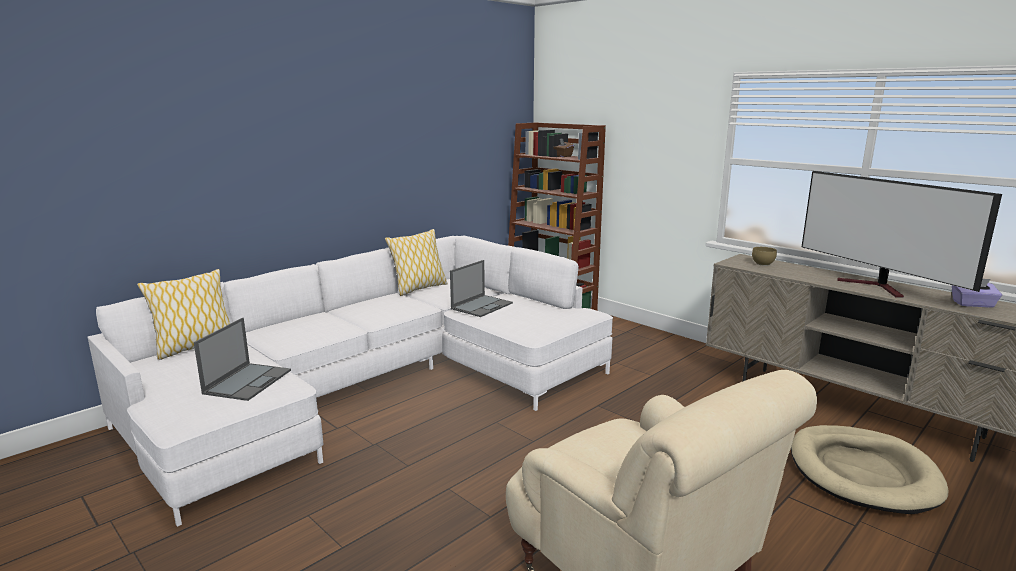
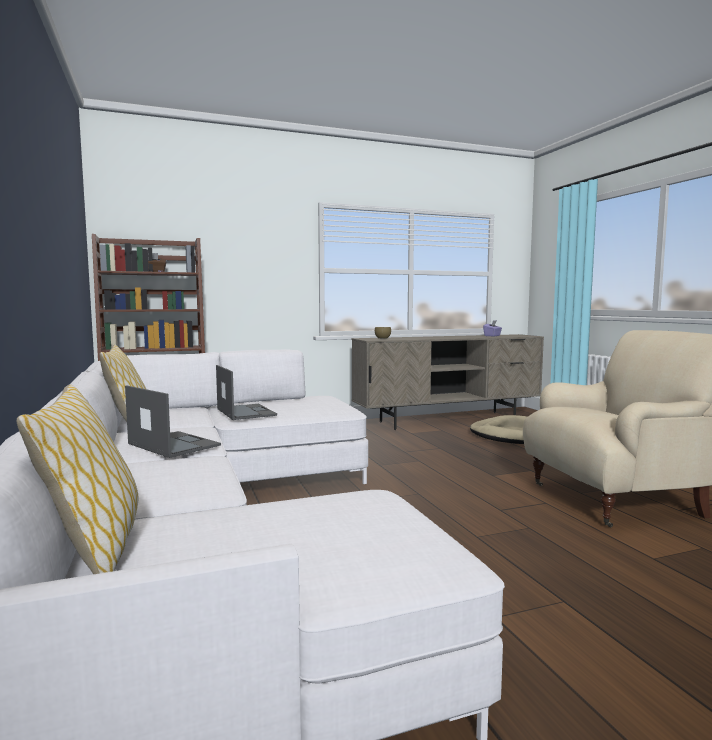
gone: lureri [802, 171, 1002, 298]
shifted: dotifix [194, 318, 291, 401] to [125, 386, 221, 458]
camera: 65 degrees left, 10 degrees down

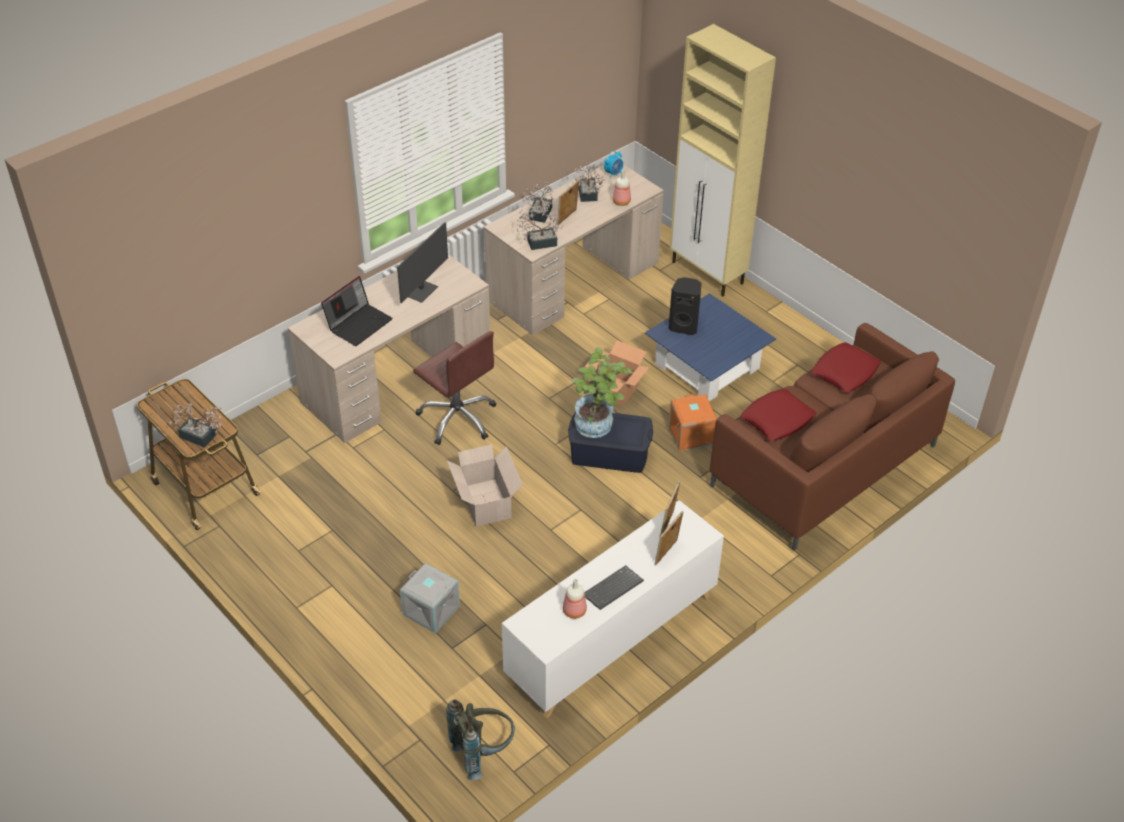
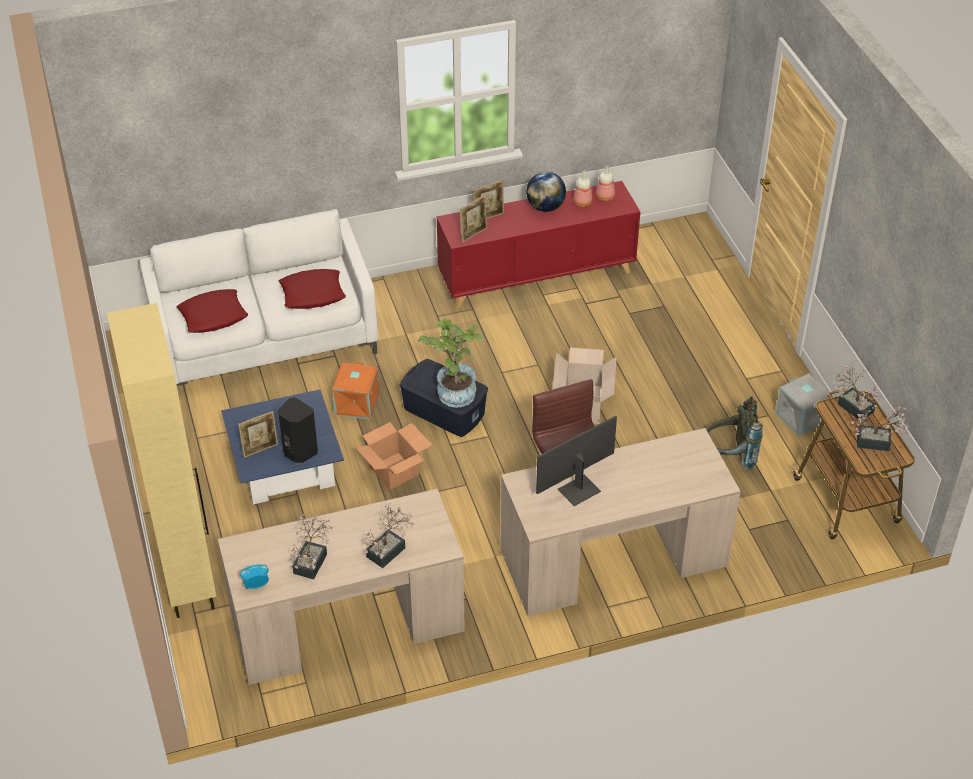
gone: dotifix [321, 276, 393, 346]
shifted: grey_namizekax [400, 563, 460, 634] to [775, 373, 834, 436]; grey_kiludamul [446, 699, 515, 781] to [707, 396, 763, 470]; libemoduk [516, 209, 563, 250] to [851, 406, 909, 451]; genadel [557, 180, 579, 226] to [238, 411, 278, 458]; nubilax [613, 170, 631, 206] to [596, 165, 615, 201]
swapped: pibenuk [584, 565, 644, 610] to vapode [526, 172, 566, 212]
repainted: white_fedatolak [502, 500, 724, 718] to red_fedatolak [437, 181, 640, 308]; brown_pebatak [710, 323, 955, 551] to white_pebatak [140, 209, 378, 386]
camera: 155 degrees left, 0 degrees up

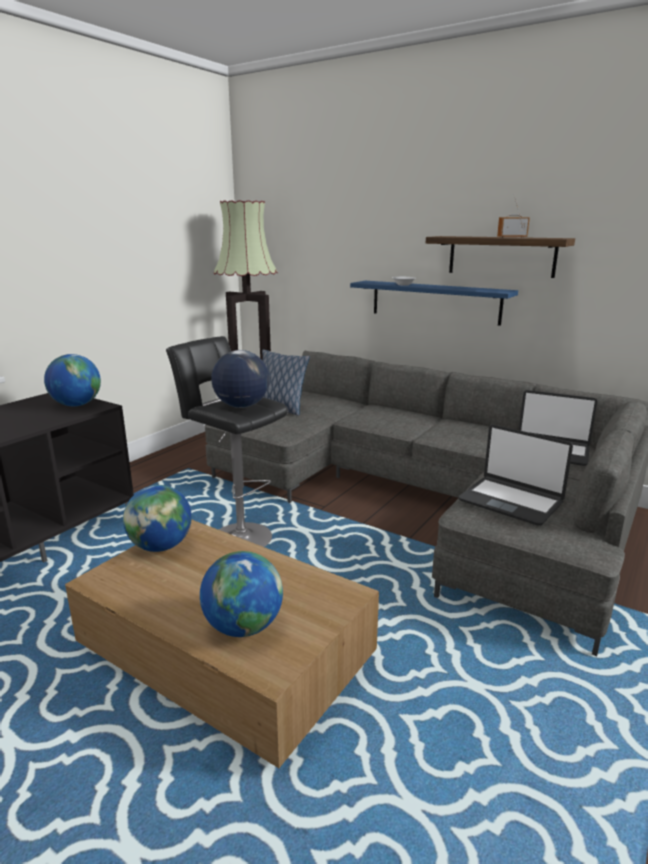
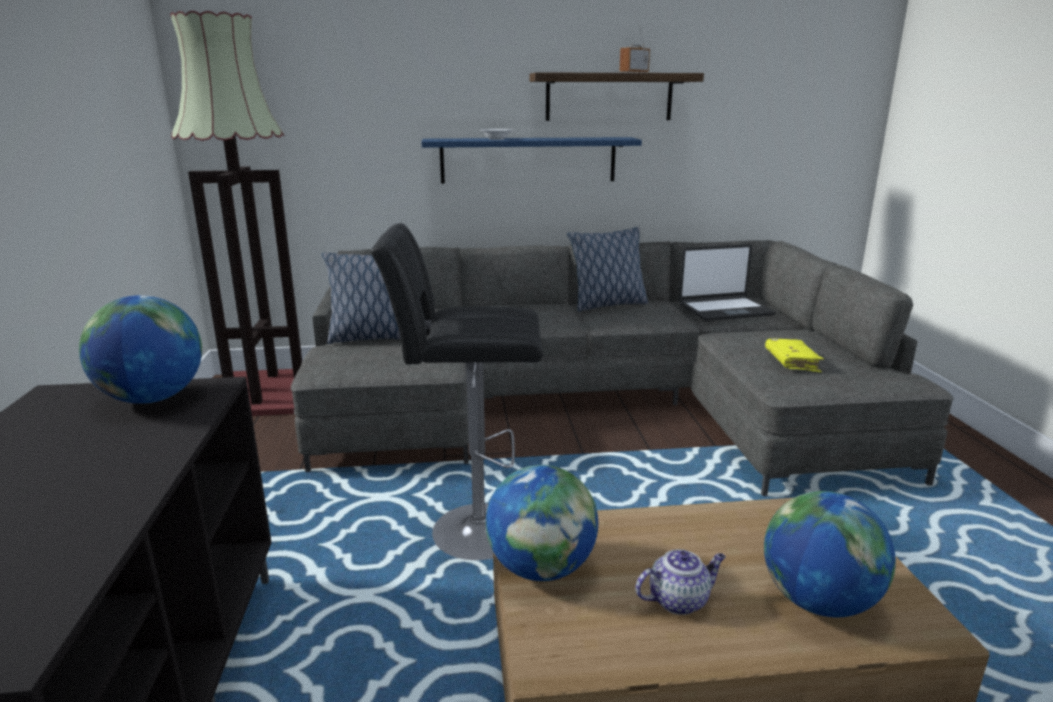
gone: vapode [211, 350, 270, 408]
new: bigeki [567, 227, 648, 312]; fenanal [635, 549, 726, 615]
swapped: dotifix [459, 424, 573, 526] to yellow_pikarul [765, 338, 824, 372]
camera: 40 degrees left, 0 degrees up

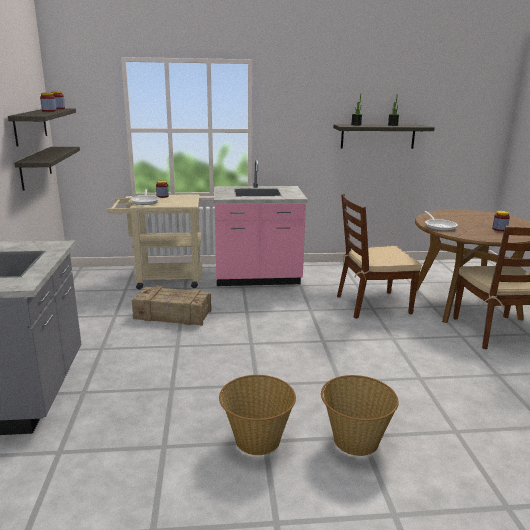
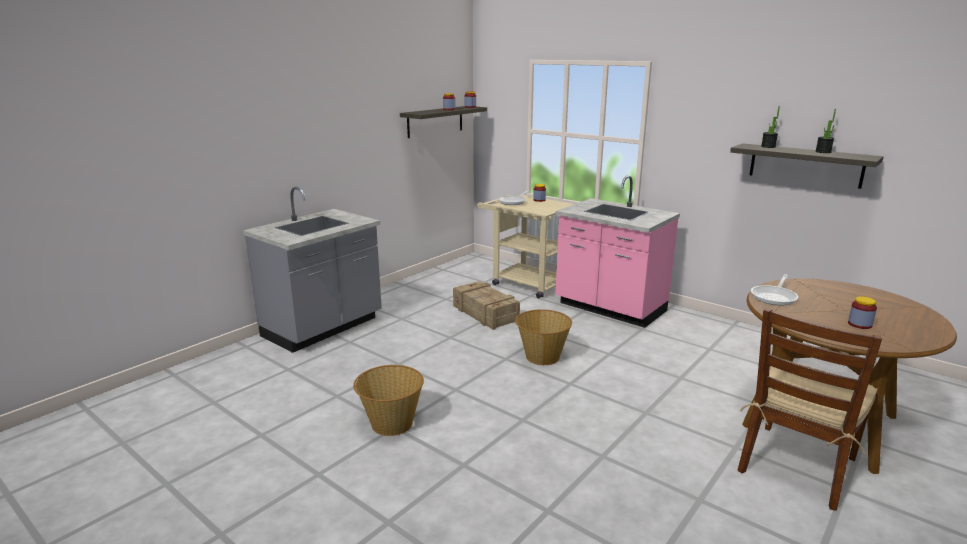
gone: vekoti [14, 147, 80, 190]; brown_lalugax [337, 194, 422, 319]
shifted: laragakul [321, 375, 399, 456] to [515, 309, 572, 365]
camera: 45 degrees right, 0 degrees up

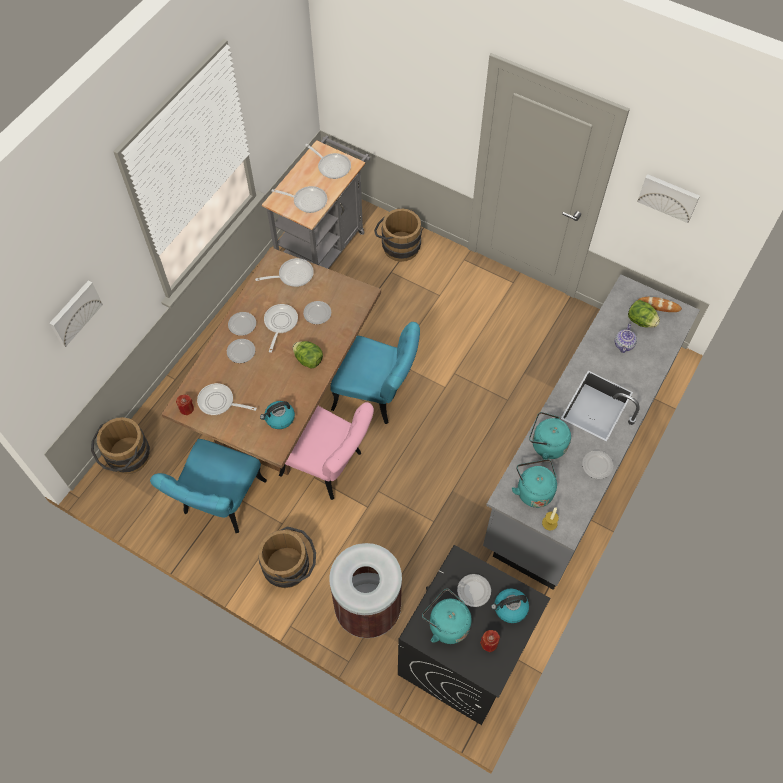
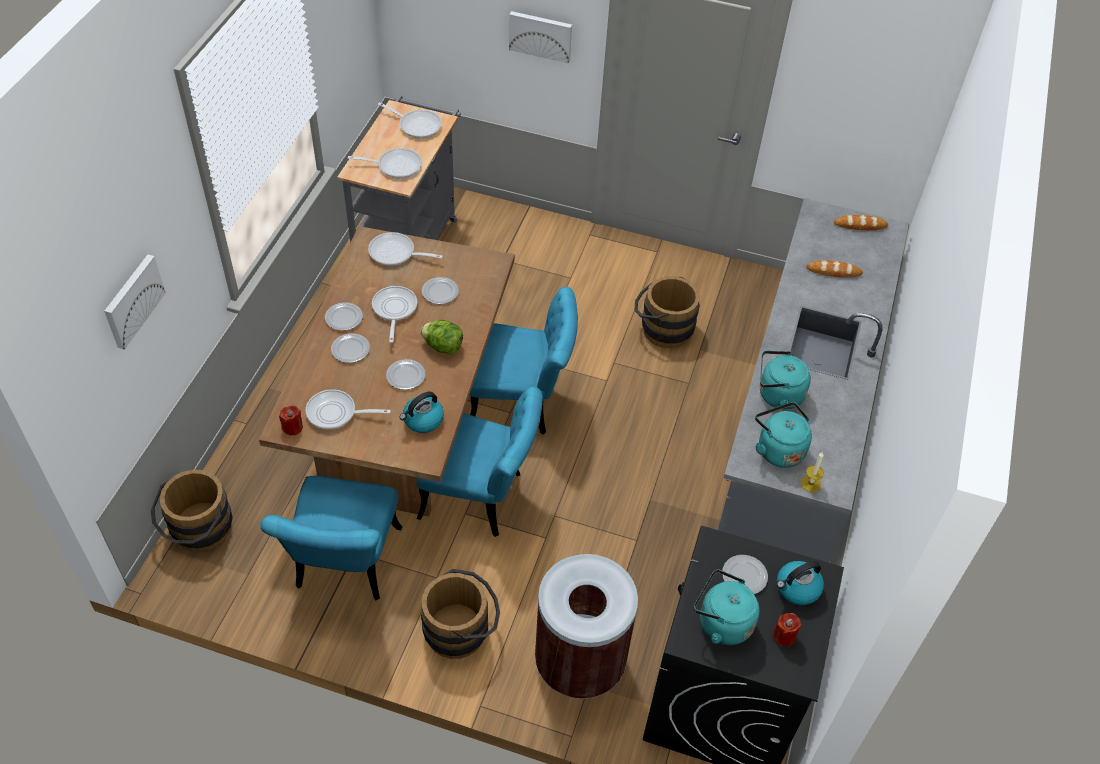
gone: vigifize [628, 300, 660, 328]
shifted: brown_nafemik [374, 208, 422, 262] to [635, 276, 700, 348]; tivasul [582, 451, 613, 479] to [386, 359, 426, 390]; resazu [637, 174, 700, 223] to [509, 11, 572, 64]
swapped: fenanal [615, 324, 637, 353] to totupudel [806, 260, 863, 278]
repainted: pink_lalugax [278, 402, 374, 500] to turquoise_lalugax [417, 386, 543, 537]
rotated: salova [255, 258, 314, 287] = [368, 232, 443, 266] 135 degrees counterclockwise
camera: 15 degrees left, 10 degrees down

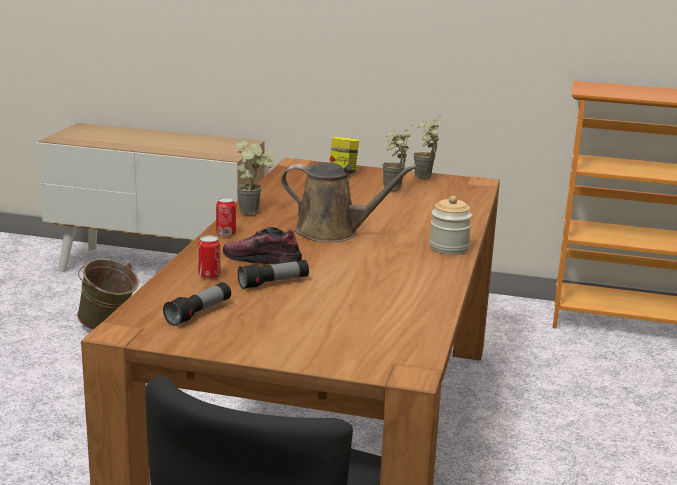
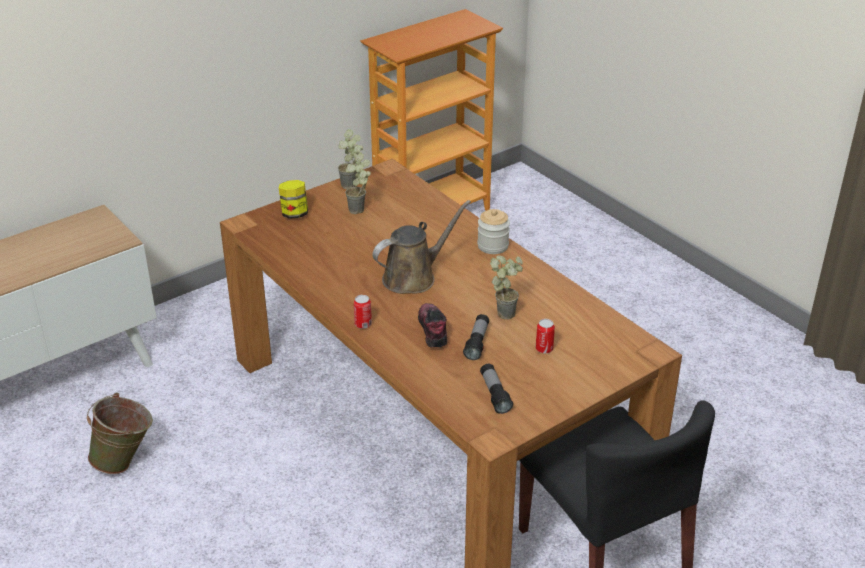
shifted: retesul [198, 235, 221, 280] to [536, 319, 555, 354]; libemoduk [236, 139, 274, 215] to [490, 255, 523, 319]
rotated: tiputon [223, 227, 302, 264] = [418, 303, 448, 348] 105 degrees clockwise
camera: 50 degrees left, 15 degrees up

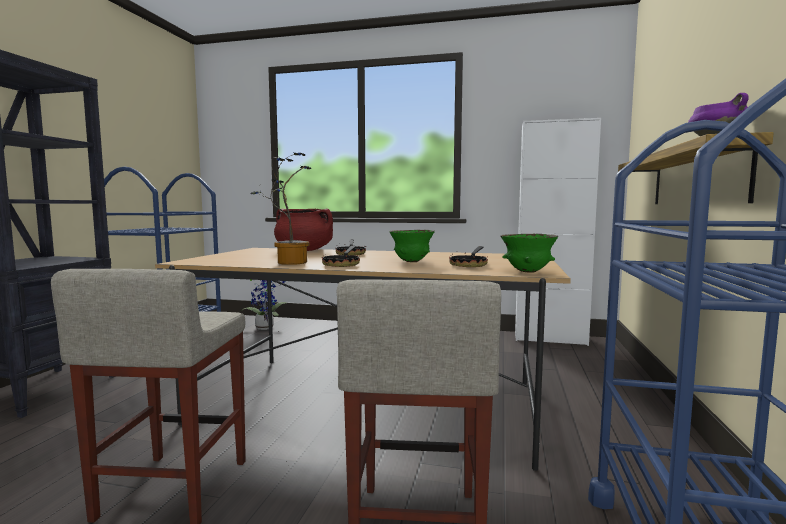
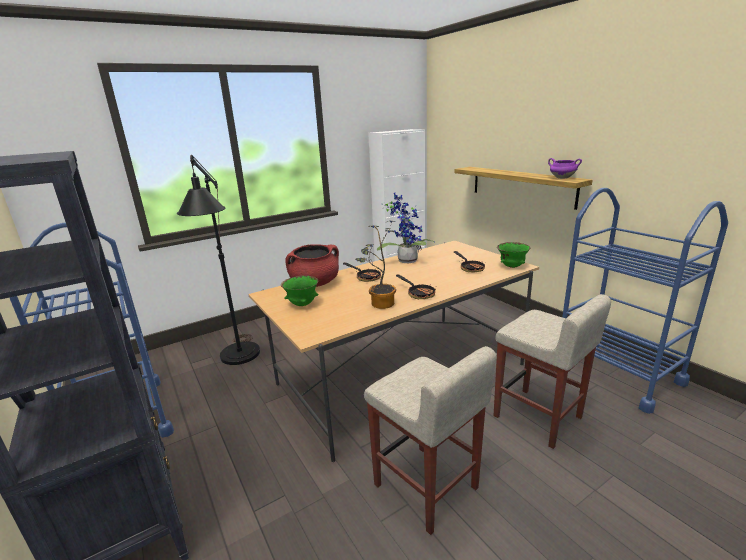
new: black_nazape [177, 155, 260, 365]
shifted: libemoduk [241, 280, 287, 330] to [377, 193, 434, 263]; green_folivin [389, 230, 435, 262] to [281, 275, 319, 306]
camera: 45 degrees left, 15 degrees up

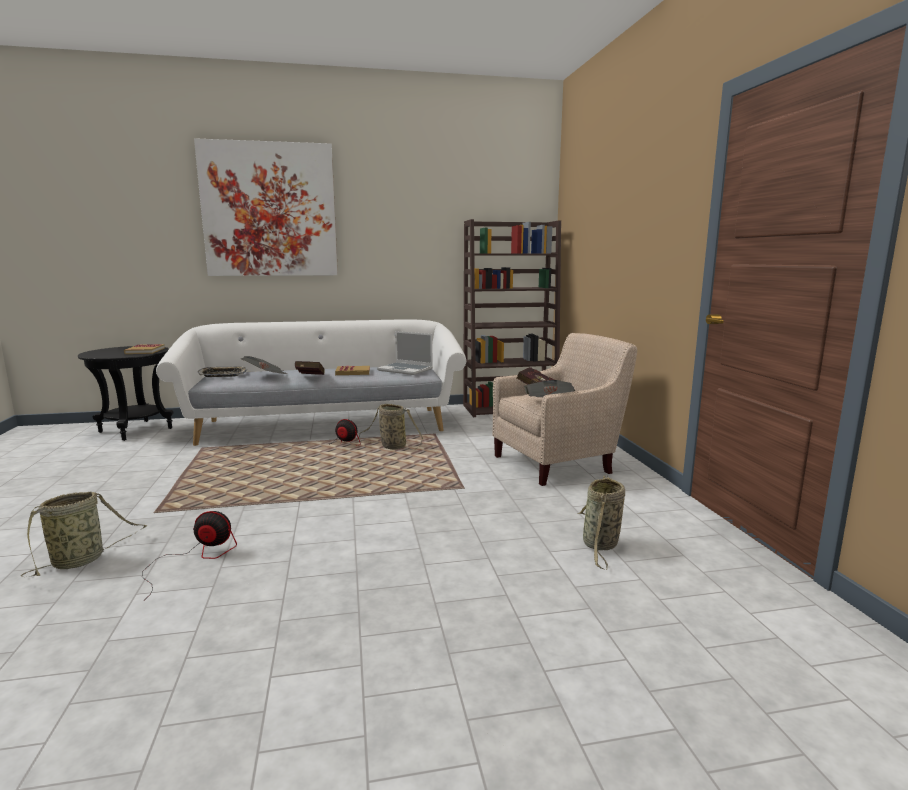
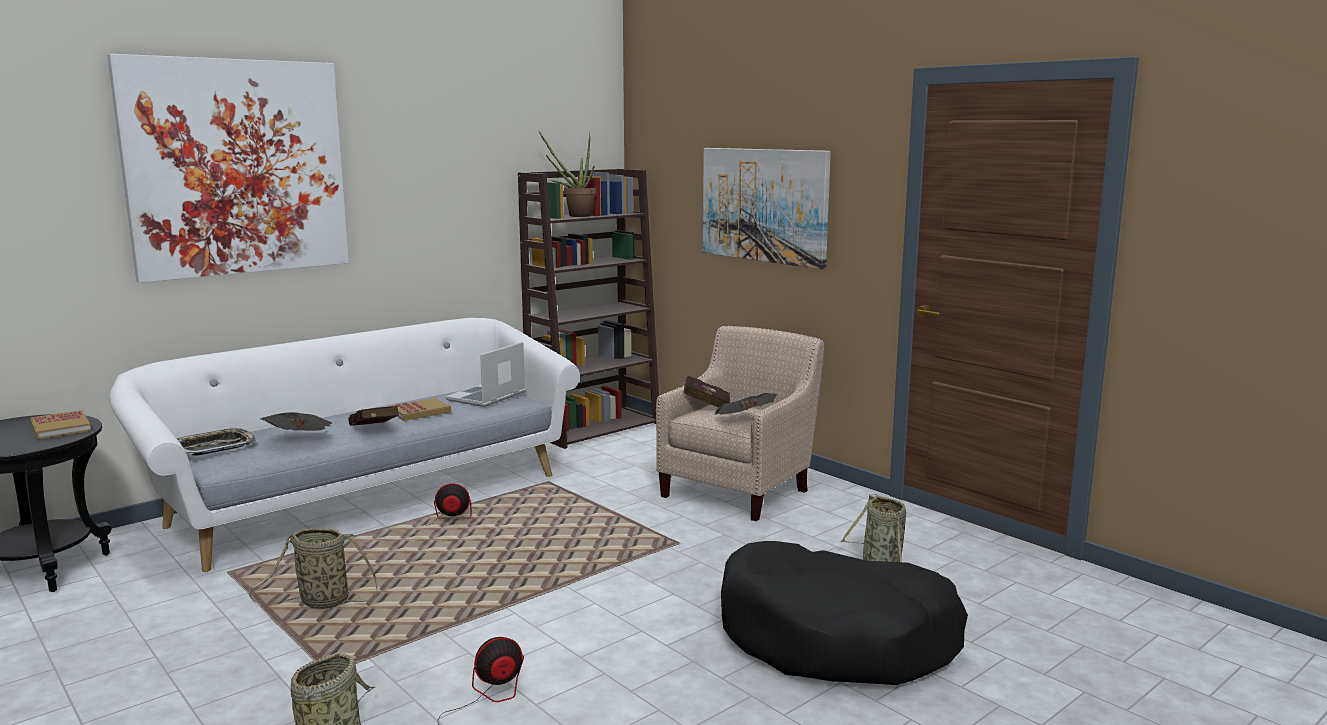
new: libemoduk [539, 131, 596, 217]; resazu [703, 148, 831, 269]; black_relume [721, 541, 968, 685]
shifted: laragakul [359, 404, 423, 450] to [249, 528, 377, 609]
rotated: dotifix [377, 331, 433, 375] = [445, 342, 525, 407] 120 degrees clockwise
camera: 30 degrees left, 0 degrees up

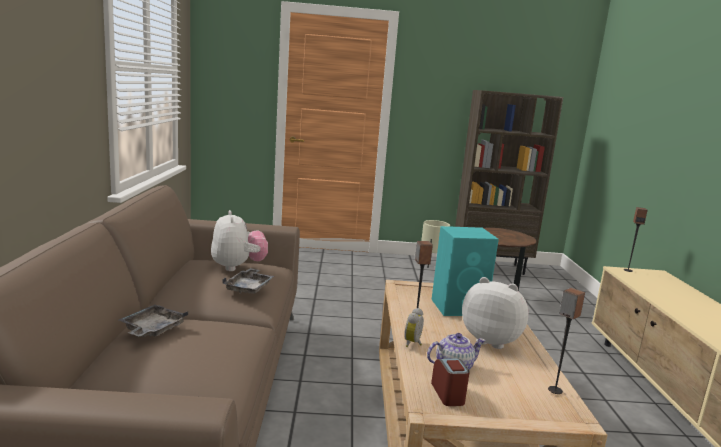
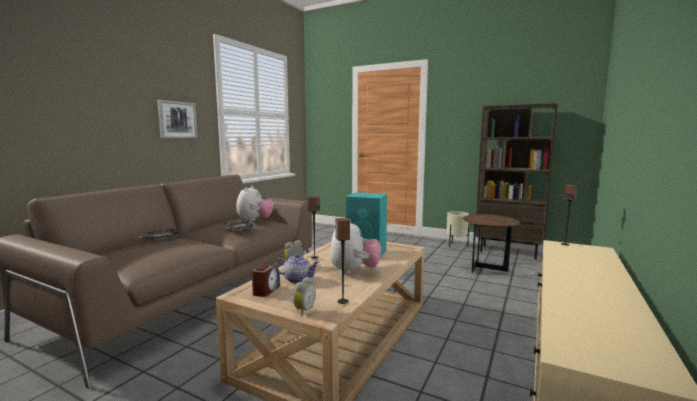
new: resazu [157, 100, 198, 138]; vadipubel [293, 277, 316, 316]
rotated: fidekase [462, 277, 529, 349] = [330, 219, 381, 275] 45 degrees clockwise
camera: 30 degrees right, 5 degrees down

